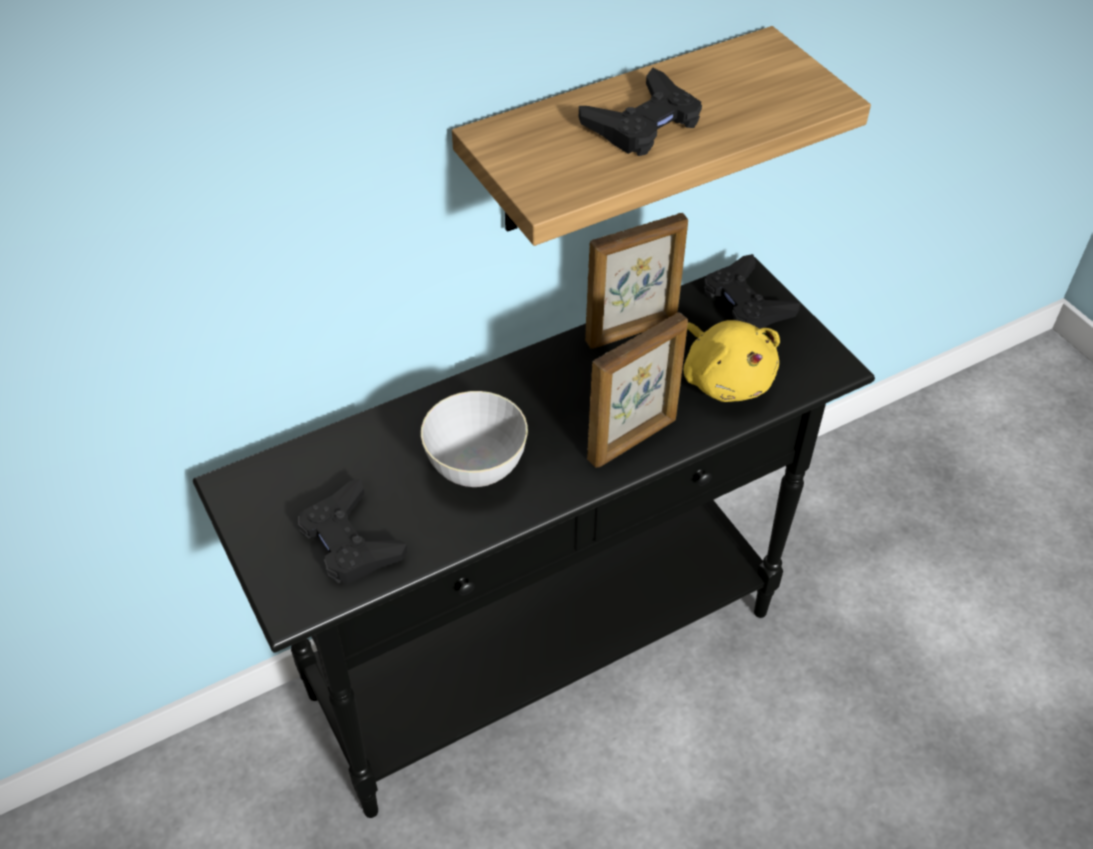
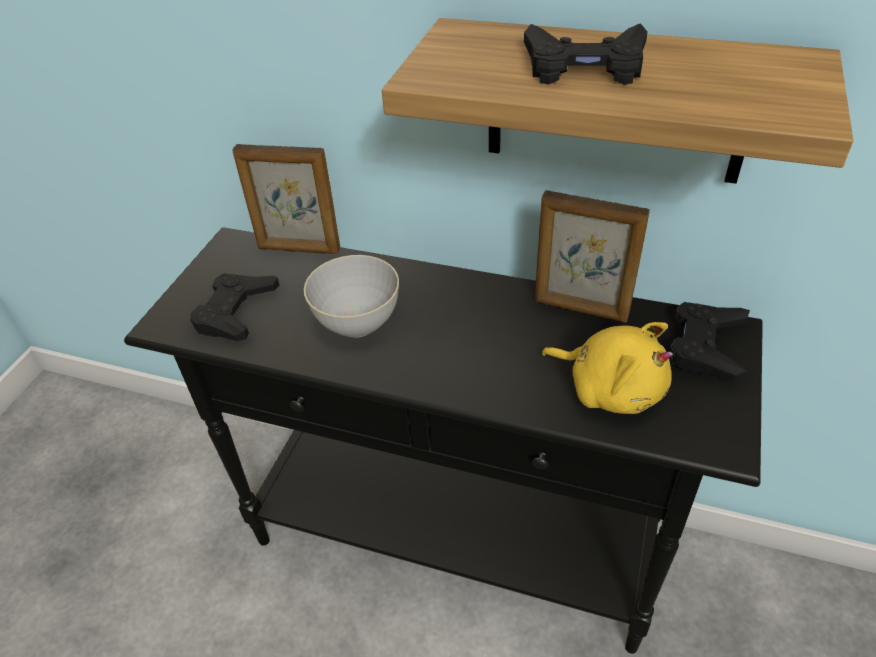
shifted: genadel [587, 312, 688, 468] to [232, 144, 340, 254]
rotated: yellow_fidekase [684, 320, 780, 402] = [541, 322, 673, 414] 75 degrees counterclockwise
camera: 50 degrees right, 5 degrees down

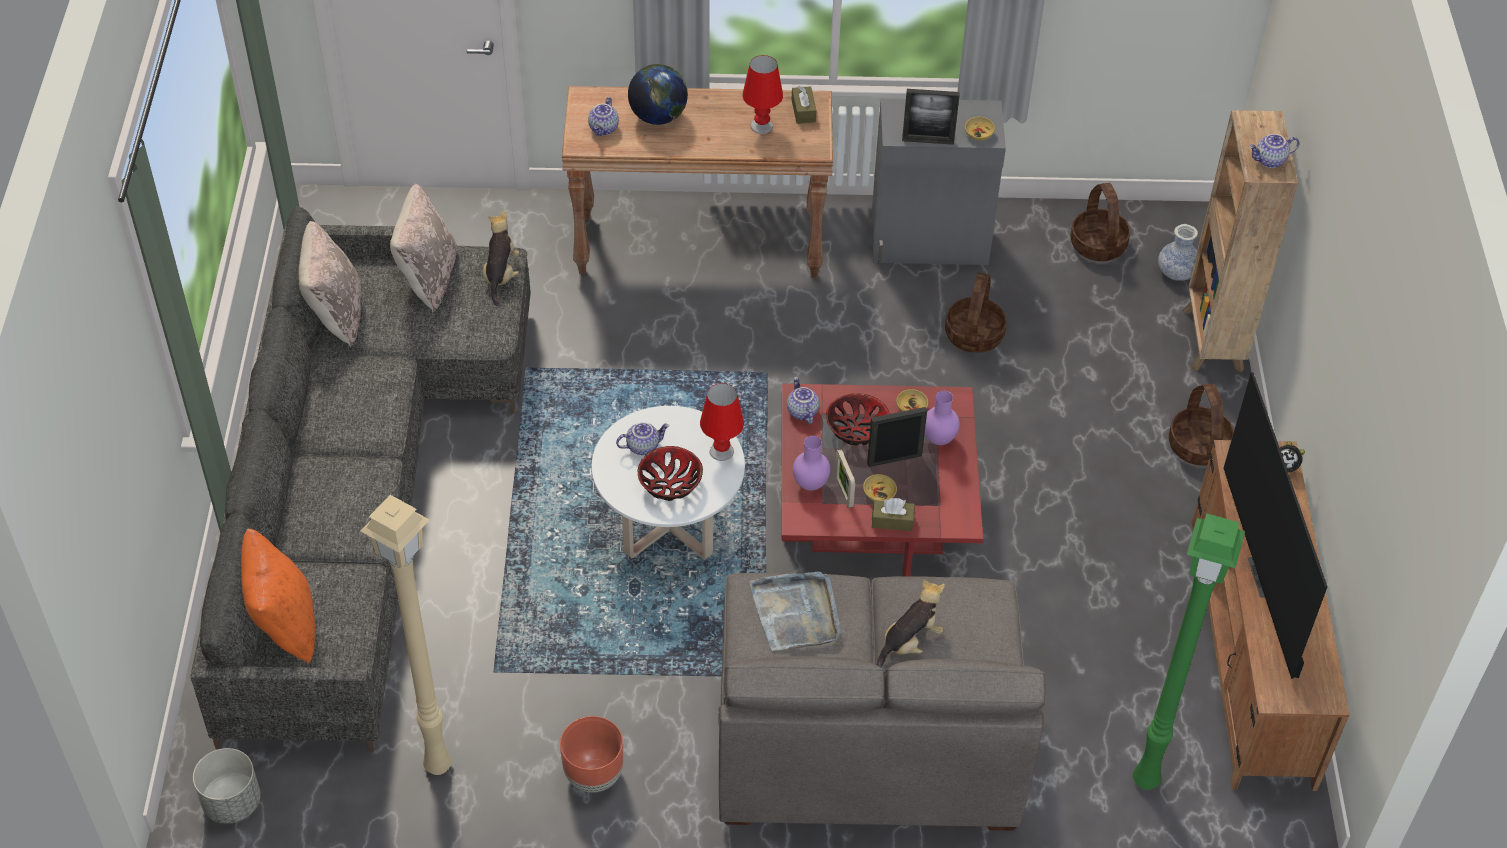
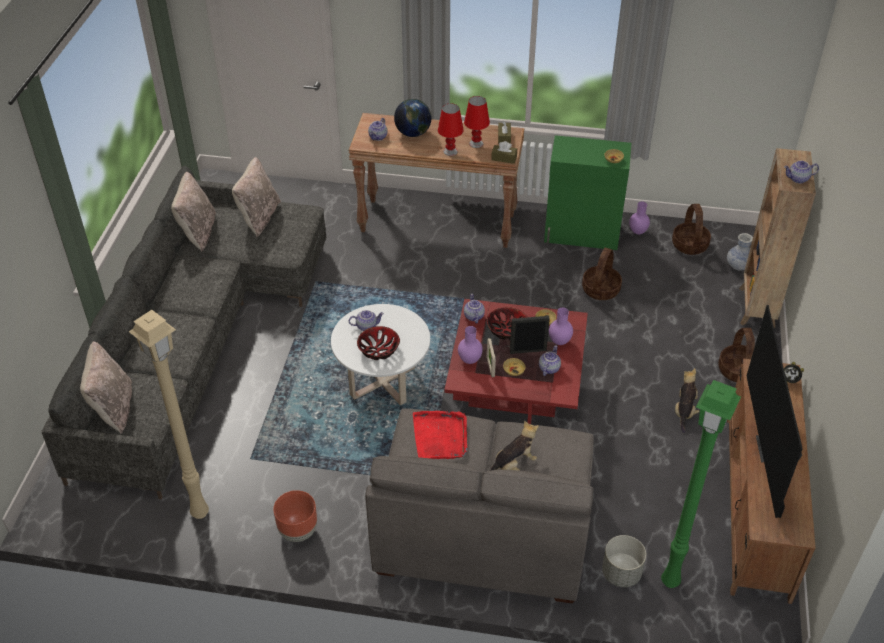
gone: genadel [902, 89, 960, 145]
new: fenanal [539, 345, 561, 376]; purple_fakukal [629, 201, 650, 234]
shifted: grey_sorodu [193, 748, 261, 824] to [602, 535, 646, 587]; fidekase [483, 211, 519, 306] to [675, 368, 700, 433]; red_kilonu [700, 383, 744, 461] to [438, 104, 464, 156]; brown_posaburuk [872, 498, 915, 531] to [491, 141, 517, 164]
repainted: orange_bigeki [241, 529, 316, 664] to beige_bigeki [80, 341, 132, 434]; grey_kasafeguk [749, 572, 842, 651] to red_kasafeguk [413, 411, 467, 459]; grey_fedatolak [871, 98, 1006, 265] to green_fedatolak [544, 135, 631, 250]
camera: 10 degrees right, 5 degrees down

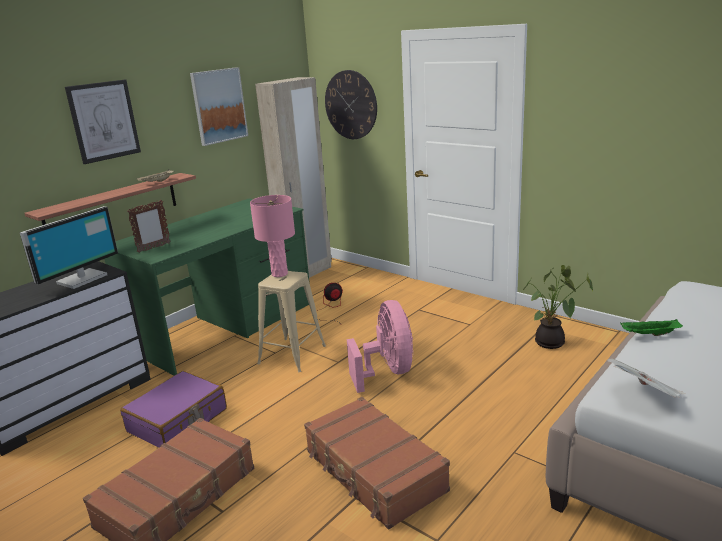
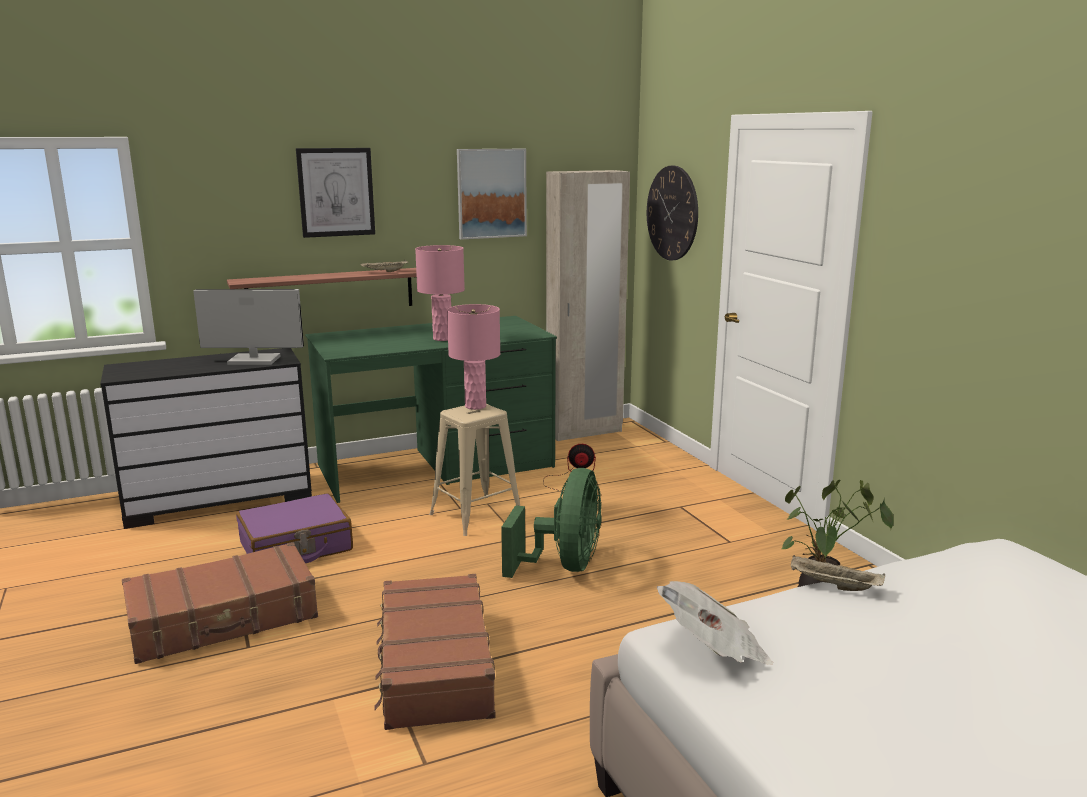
gone: genadel [127, 200, 171, 253]
new: pink_kilonu [415, 245, 465, 341]
repainted: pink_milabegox [347, 300, 413, 393] to green_milabegox [501, 468, 602, 578]; green_kasafeguk [620, 319, 683, 336] to beige_kasafeguk [791, 555, 885, 591]
rotated: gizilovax [20, 206, 118, 289] = [193, 289, 304, 365] 150 degrees counterclockwise
camera: 25 degrees right, 5 degrees down

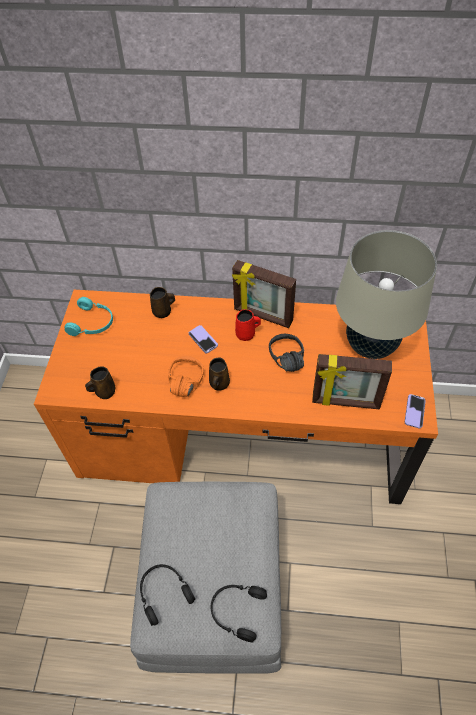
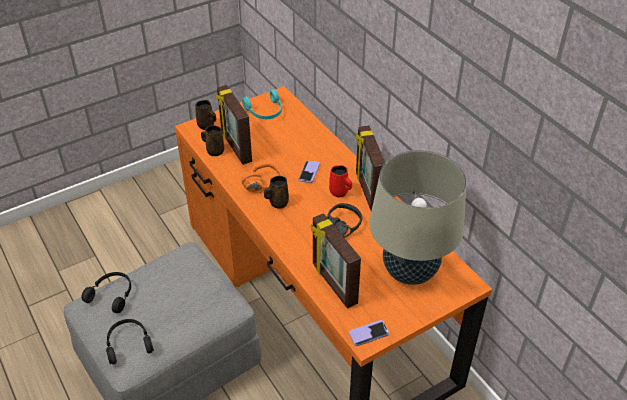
new: genadel [216, 85, 252, 165]
shifted: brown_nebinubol [150, 287, 175, 318] to [195, 100, 216, 130]
camera: 50 degrees right, 10 degrees down

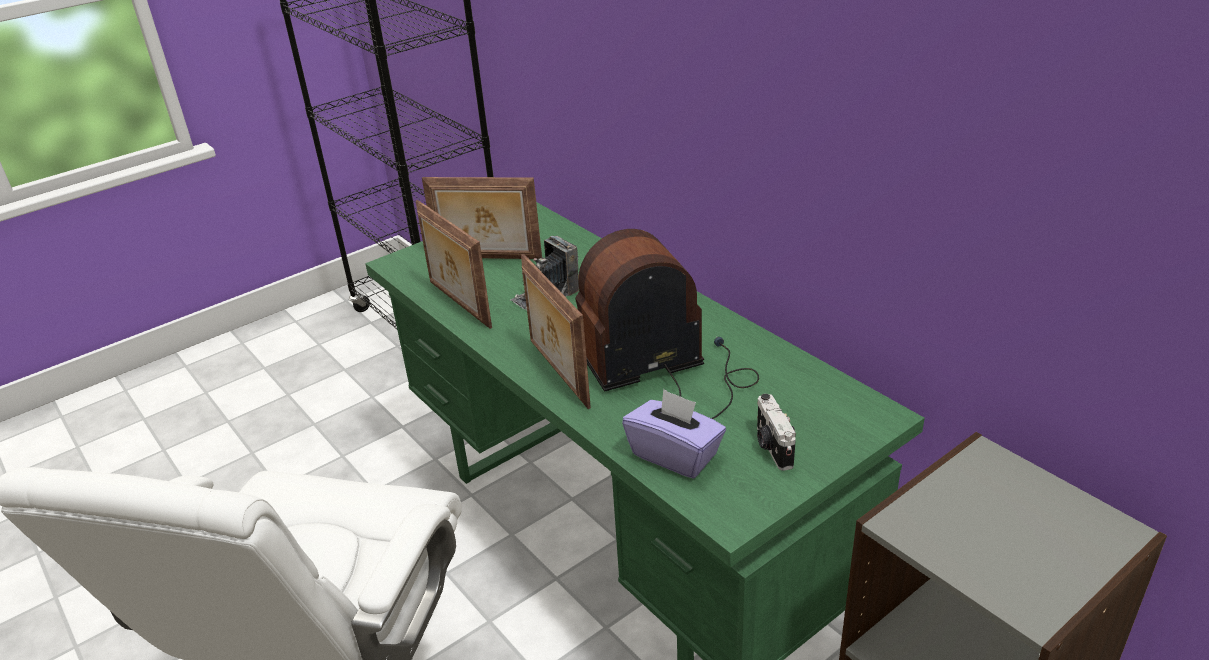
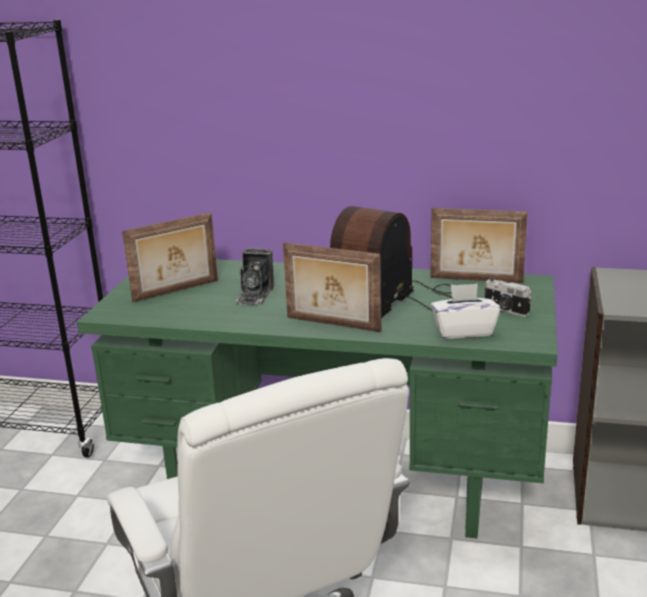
shifted: genadel [416, 200, 492, 329] to [431, 208, 528, 283]
repainted: purple_posaburuk [622, 389, 726, 479] to white_posaburuk [431, 283, 500, 339]
camera: 40 degrees left, 10 degrees down

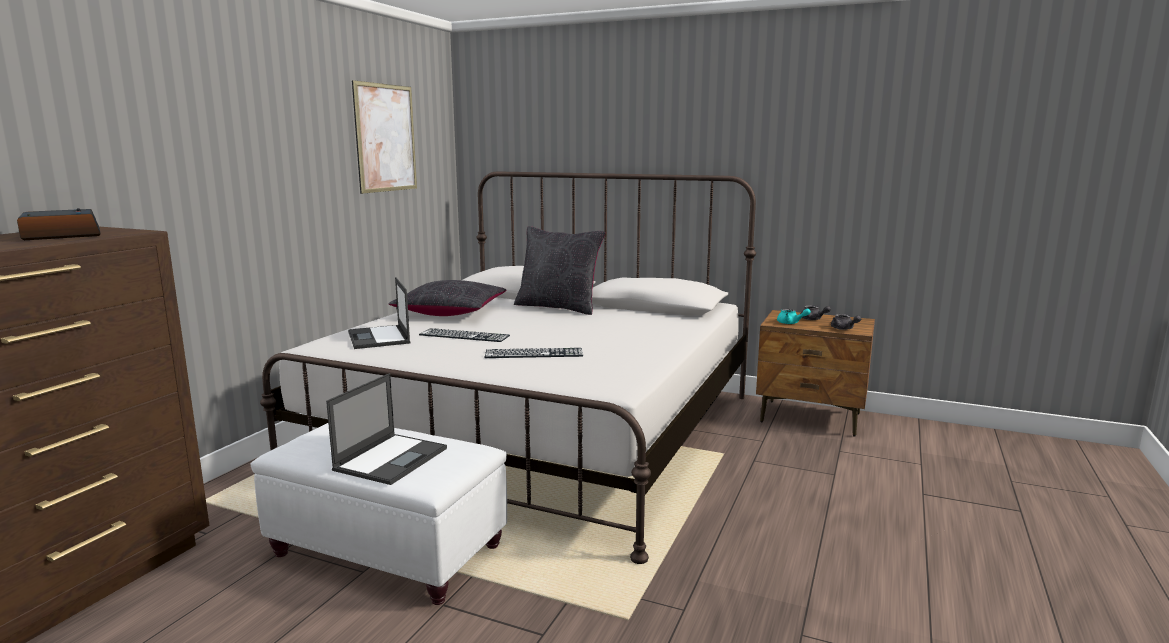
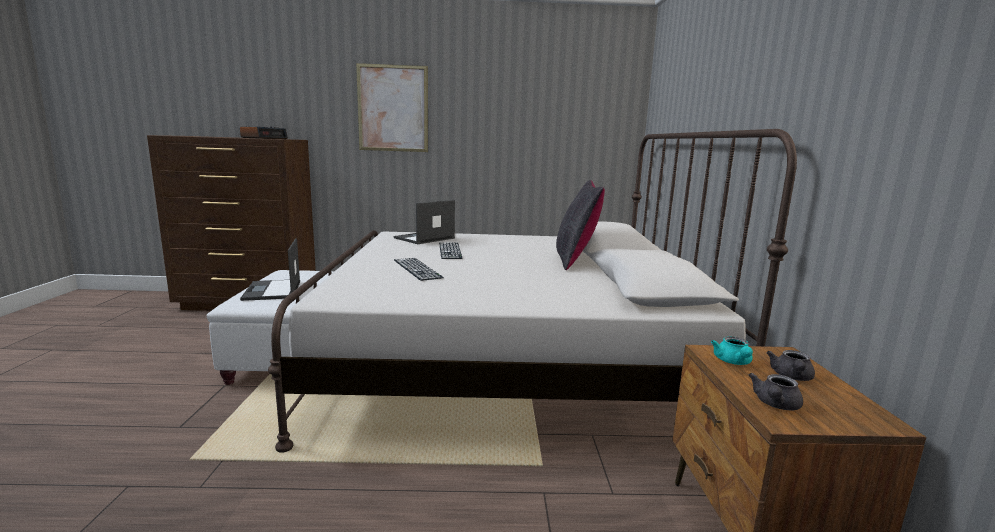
gone: black_bigeki [389, 280, 506, 316]
shifted: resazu [352, 80, 417, 194] to [356, 63, 428, 152]
rotated: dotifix [326, 373, 447, 485] = [240, 238, 300, 301] 75 degrees clockwise
camera: 65 degrees right, 0 degrees up

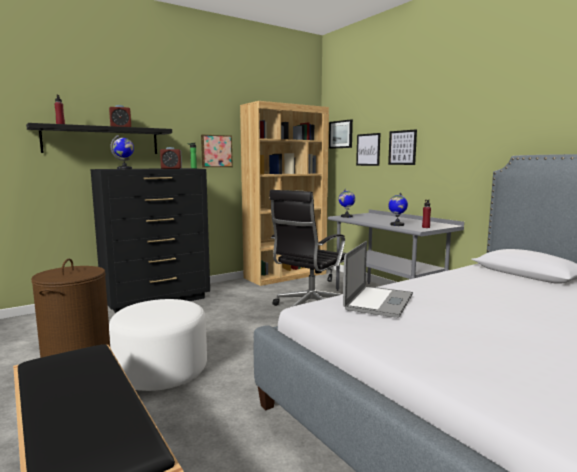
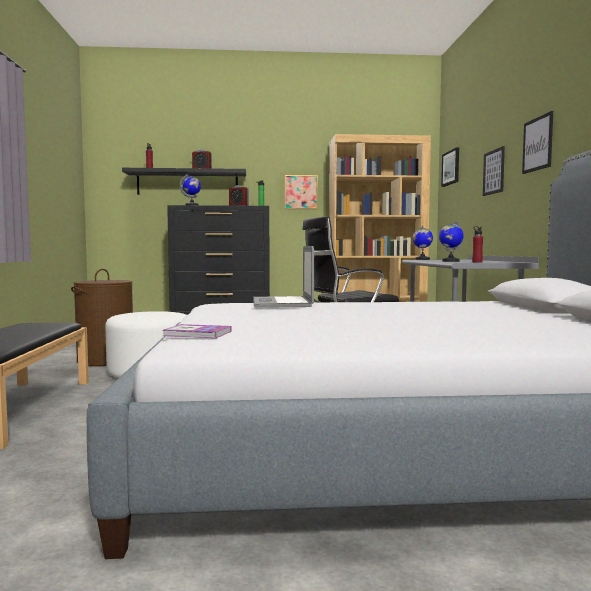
new: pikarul [163, 324, 232, 338]
shifted: resazu [356, 133, 380, 166] to [522, 111, 553, 174]
rotated: dotifix [343, 241, 413, 318] = [253, 246, 314, 308] 120 degrees clockwise
camera: 30 degrees right, 5 degrees down

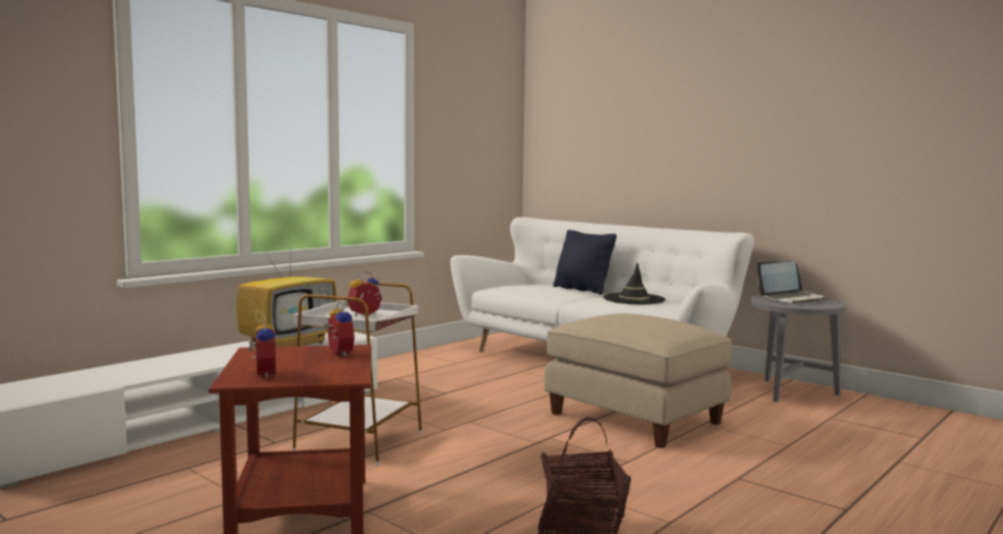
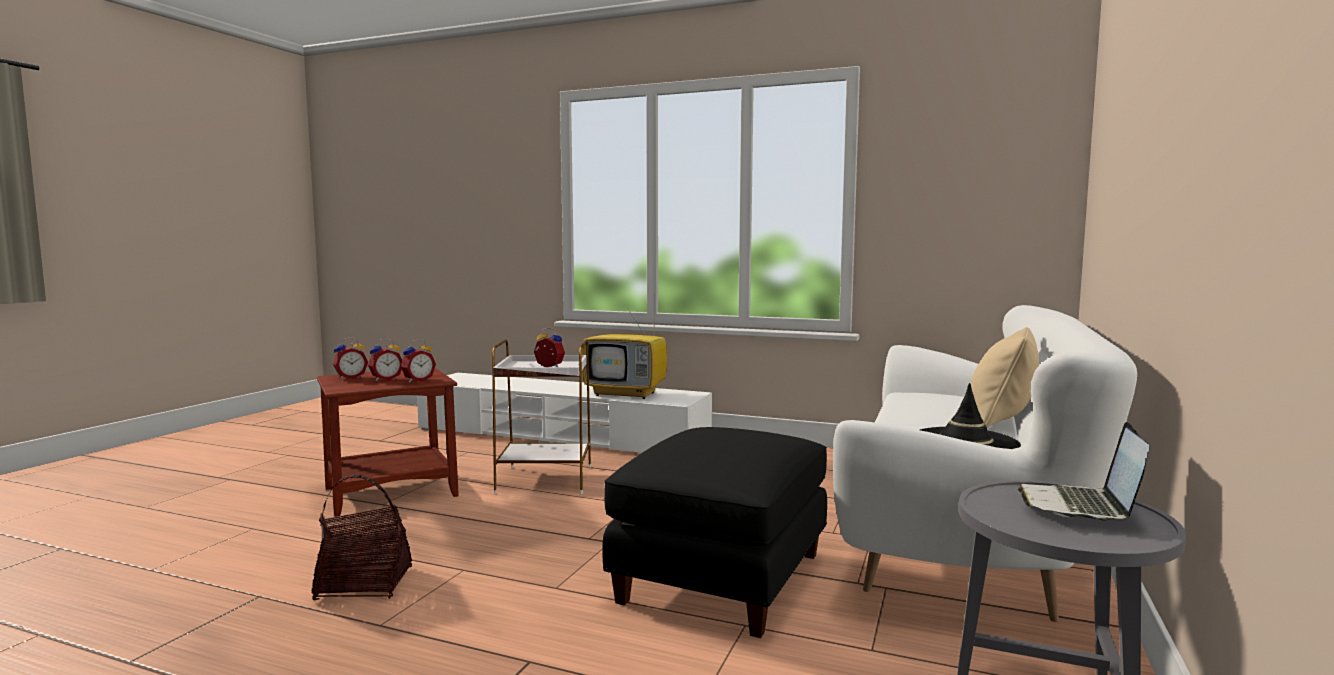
new: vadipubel [368, 338, 402, 381]
repainted: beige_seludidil [544, 314, 732, 448] to black_seludidil [602, 427, 827, 638]; black_bigeki [553, 230, 617, 295] to beige_bigeki [971, 327, 1039, 428]
rotated: dotifix [757, 261, 825, 303] = [1018, 422, 1150, 521] 60 degrees clockwise
camera: 70 degrees right, 0 degrees up

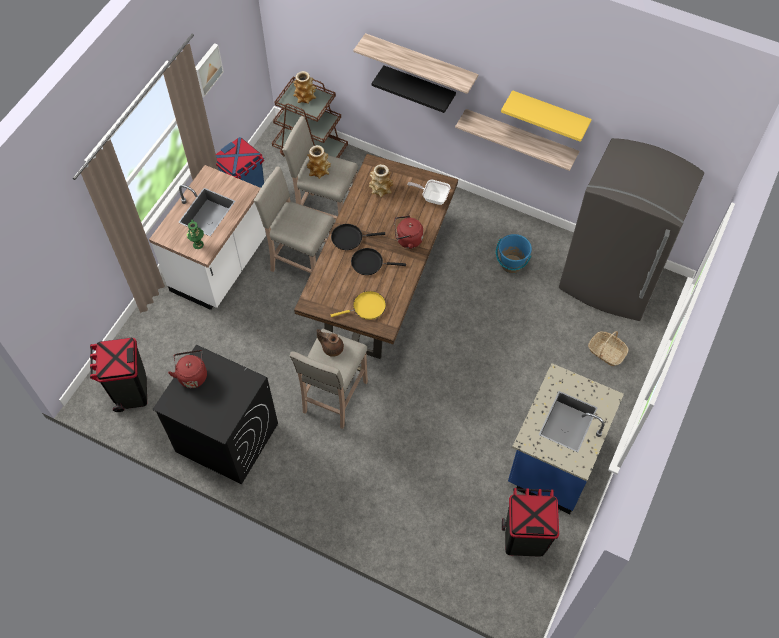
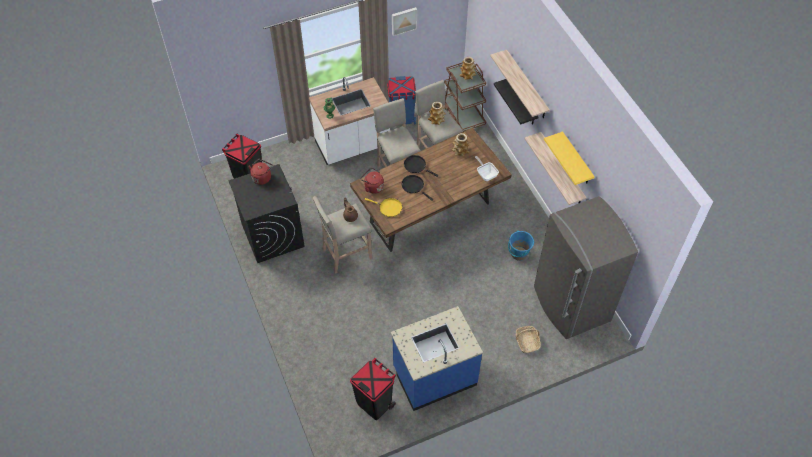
shifted: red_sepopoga [394, 216, 423, 249] to [360, 168, 384, 194]
camera: 40 degrees right, 5 degrees down

